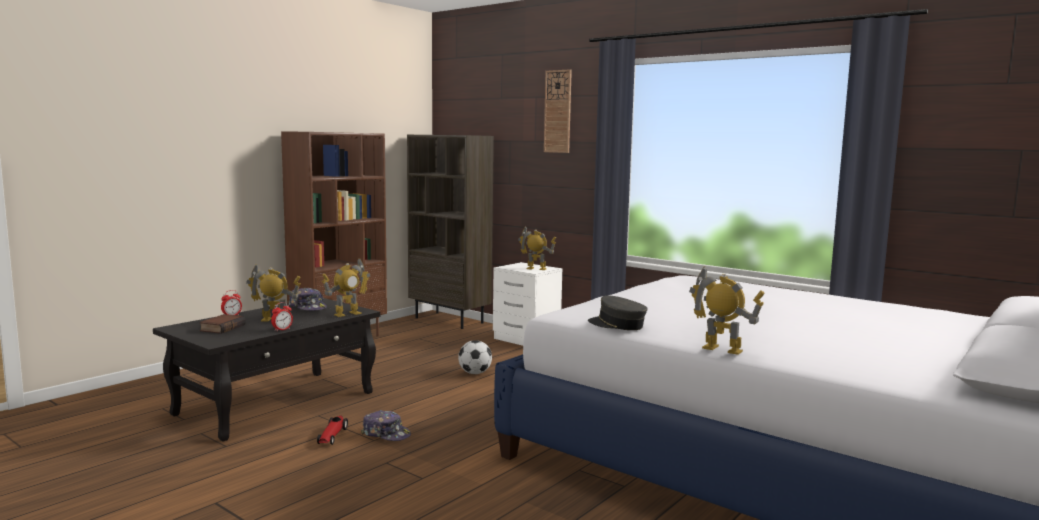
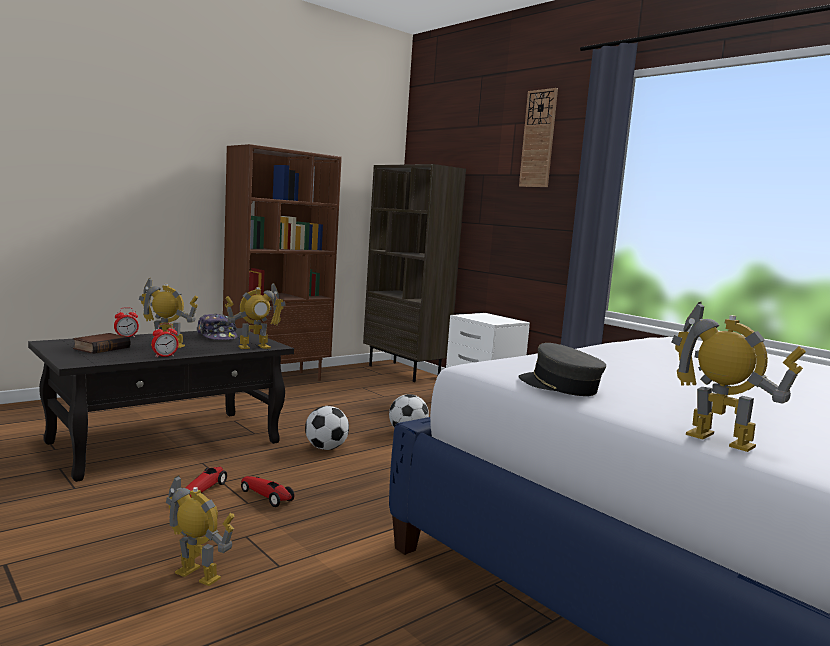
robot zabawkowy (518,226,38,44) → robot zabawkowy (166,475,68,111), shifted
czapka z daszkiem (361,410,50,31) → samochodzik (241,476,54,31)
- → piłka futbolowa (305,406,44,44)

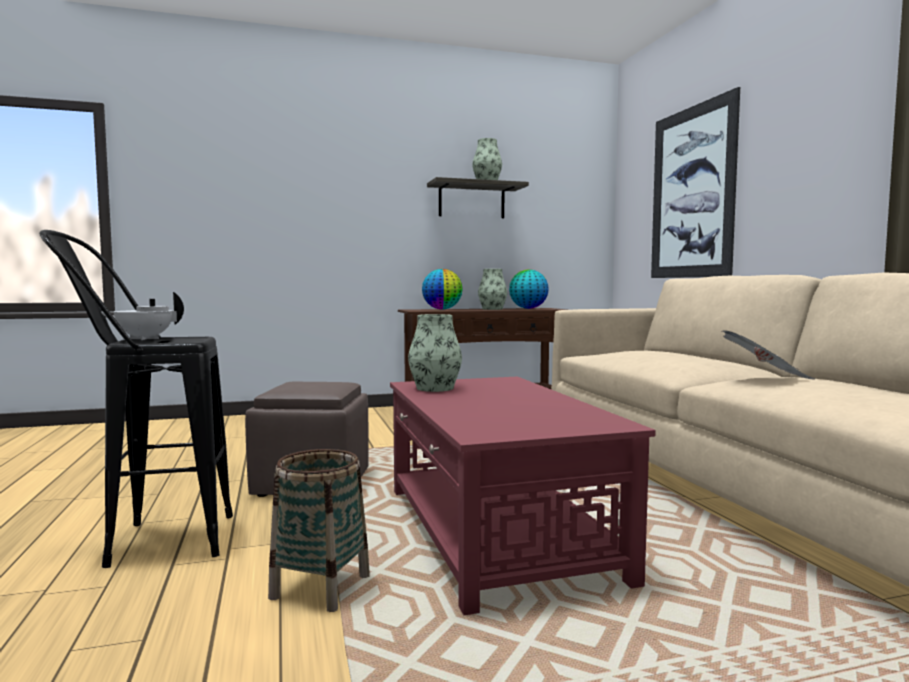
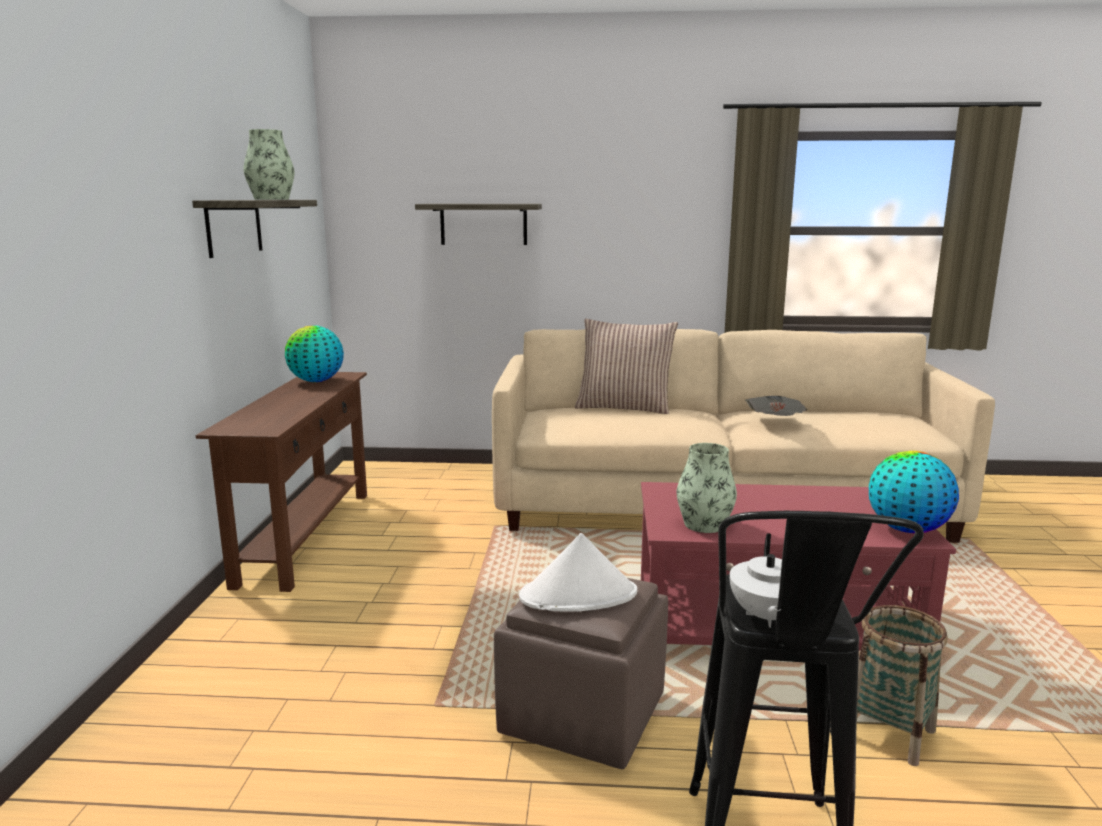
obraz (651,87,89,191) → półka (415,204,127,41)
- → kapelusz (biały) (519,533,118,79)
- → poduszka (575,319,103,95)
globus (422,269,41,41) → globus (869,451,90,82), shifted
wazon (478,269,29,41) → -

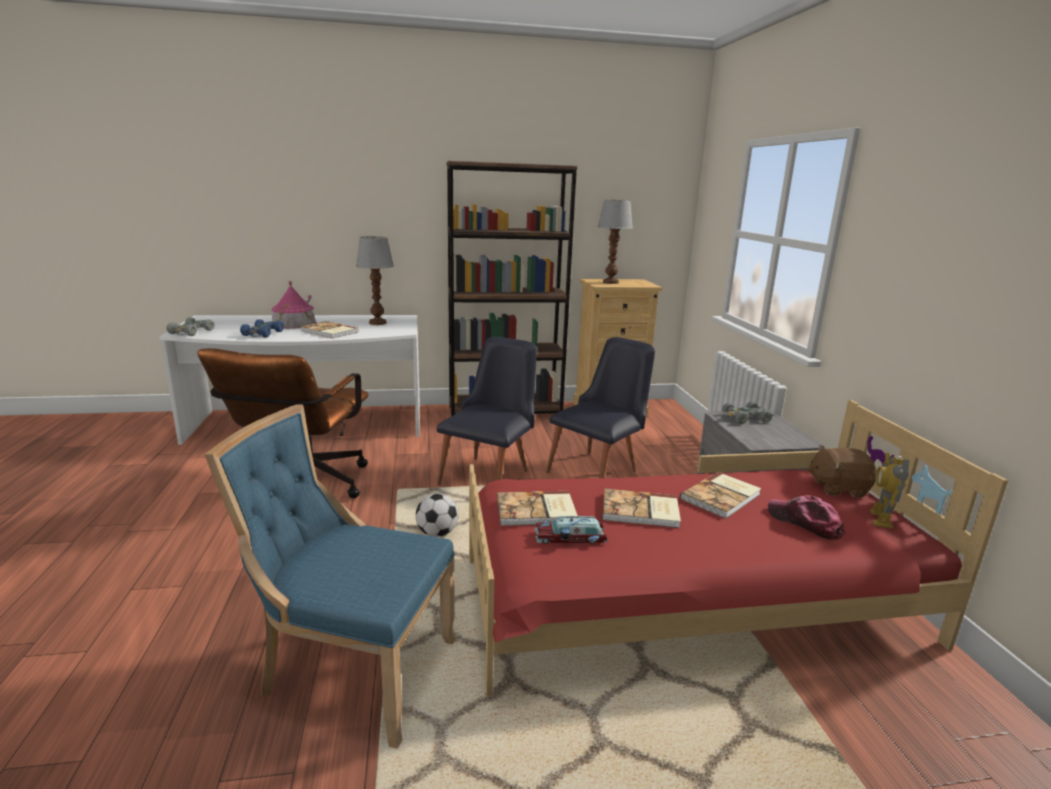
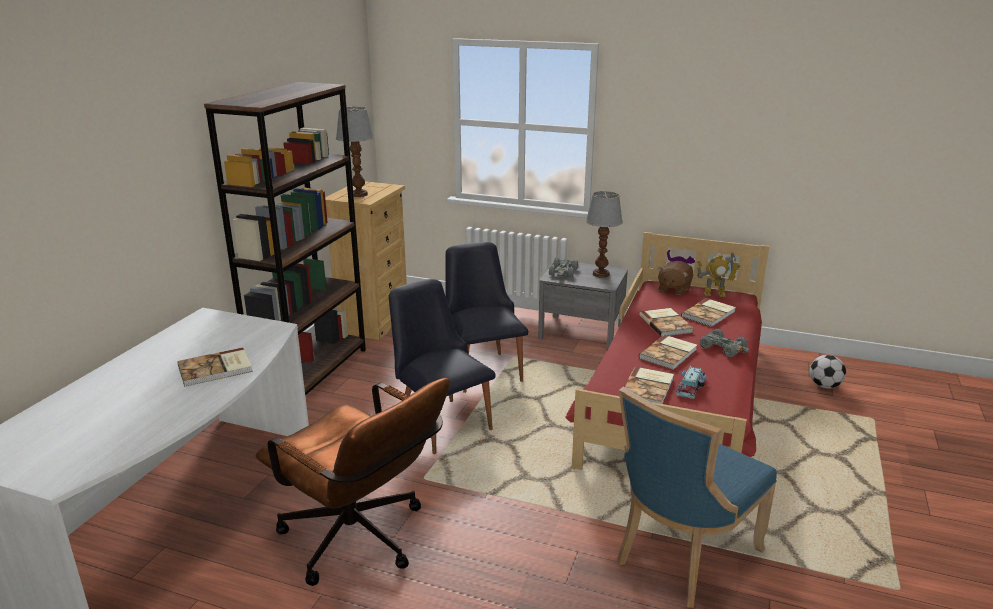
lampa stołowa (356,236,38,89) → lampa stołowa (586,191,37,87), shifted
czapka z daszkiem (768,495,77,46) → książka (681,298,55,29)
robot zabawkowy (870,452,40,77) → robot zabawkowy (696,251,44,46), 45 degrees counterclockwise
samochodzik (szary) (166,317,49,19) → samochodzik (szary) (700,329,49,28), shifted
piłka futbolowa (416,494,43,43) → piłka futbolowa (810,355,36,33), shifted
samochodzik (niebieski) (240,319,44,19) → -
domek (271,281,46,48) → -

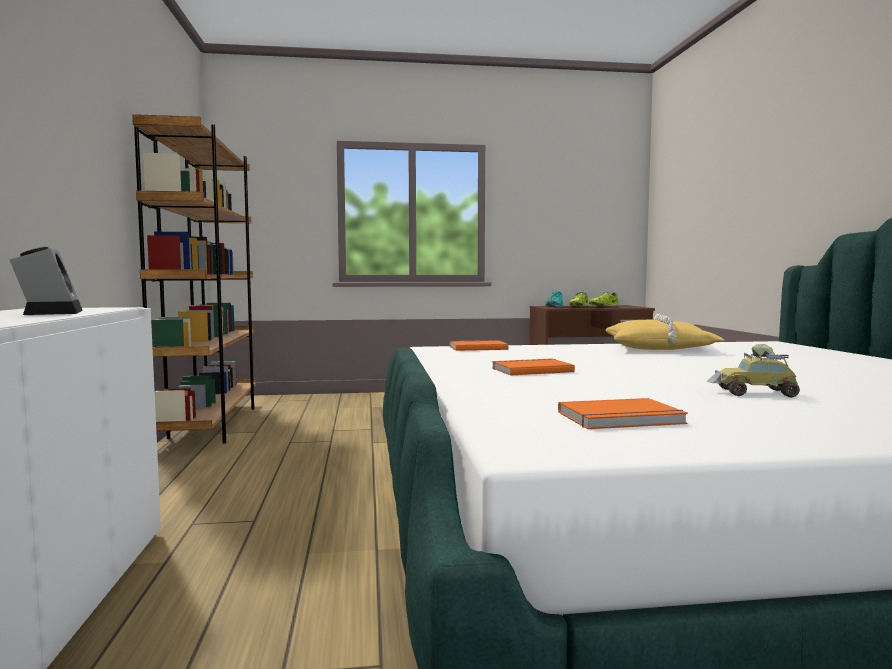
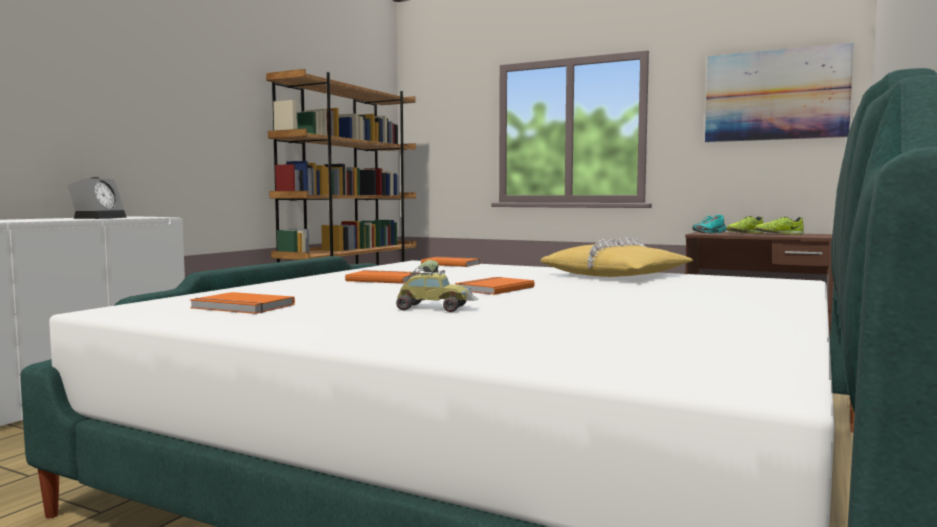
samochodzik (707,344,93,54) → samochodzik (396,260,83,52), 150 degrees clockwise
- → książka (pomarańczowy) (455,277,80,18)
- → obraz (705,43,149,99)

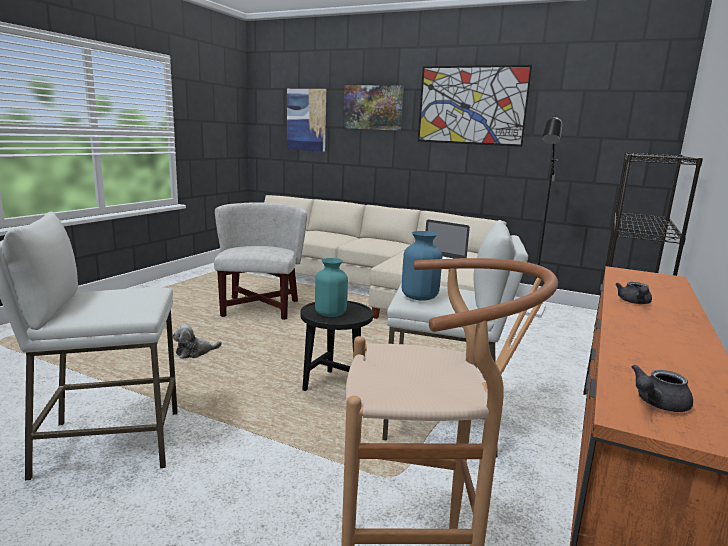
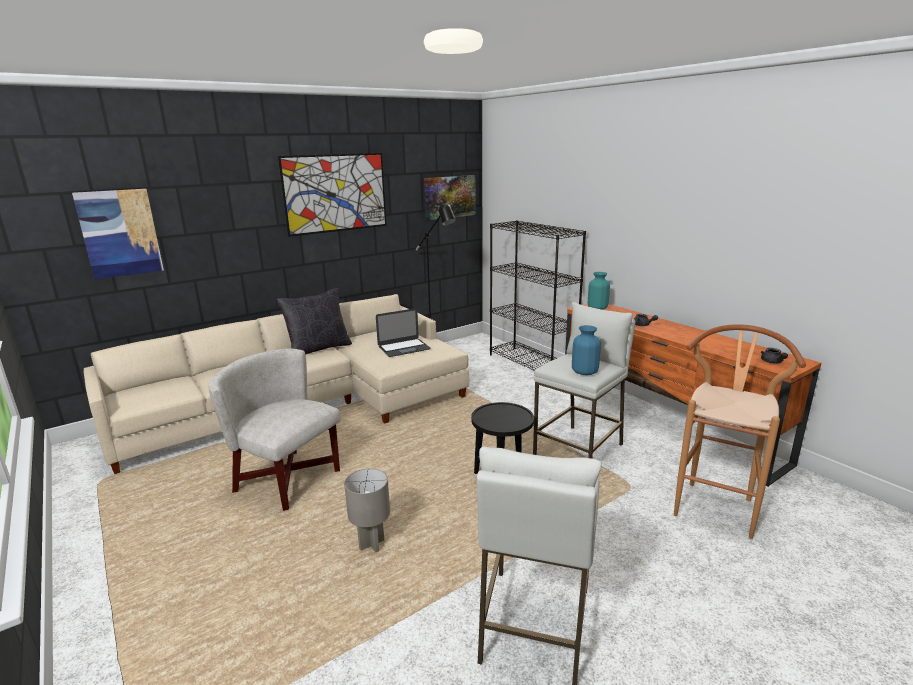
- → poduszka (czarny) (277,288,75,67)
pluszak (173,324,49,35) → lampa stołowa (szary) (344,469,46,84)
obraz (343,85,61,46) → obraz (424,175,52,45), shifted
wazon (turkusowy) (315,258,33,59) → wazon (turkusowy) (588,272,22,38), shifted

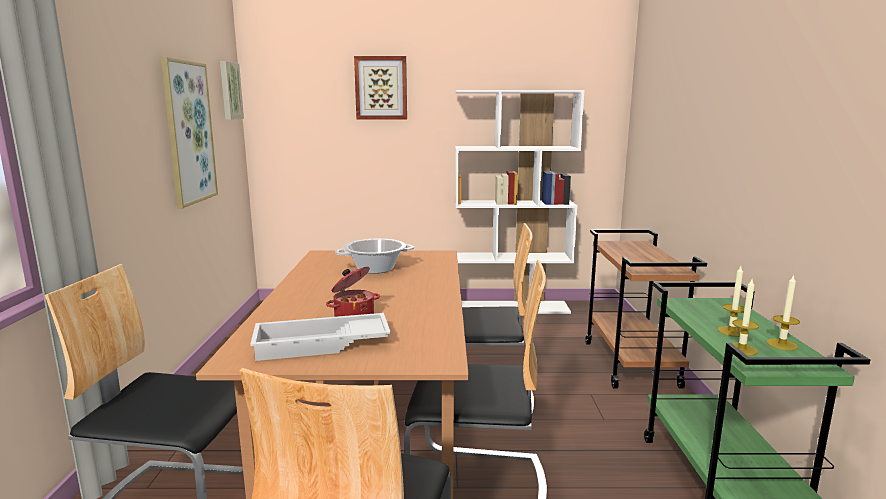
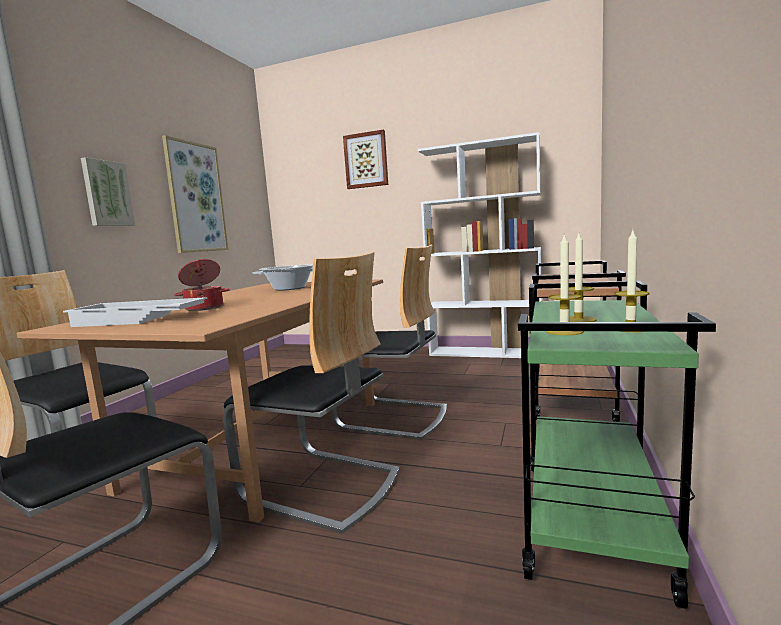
obraz (220,61,24,59) → obraz (81,157,54,69), shifted

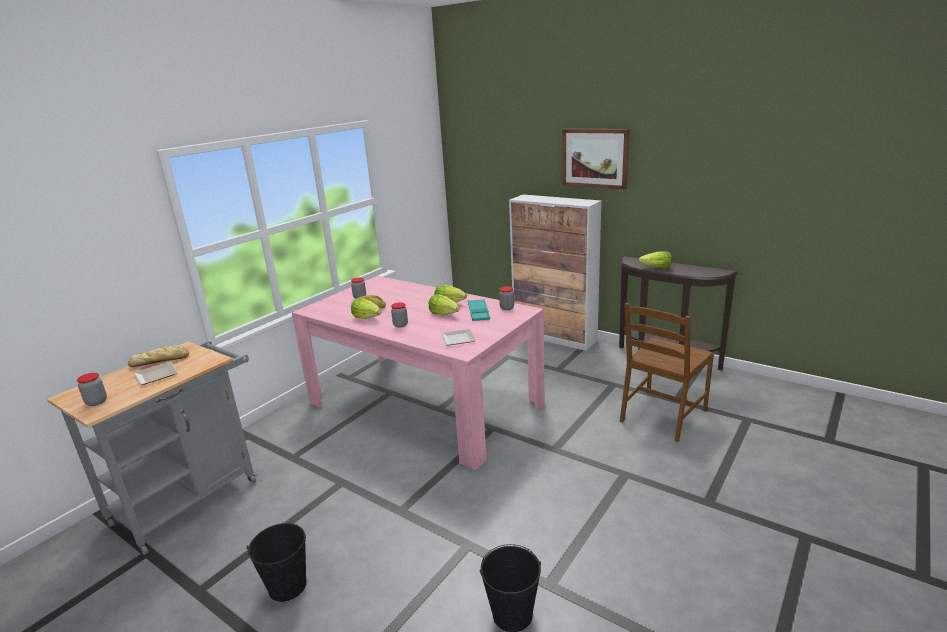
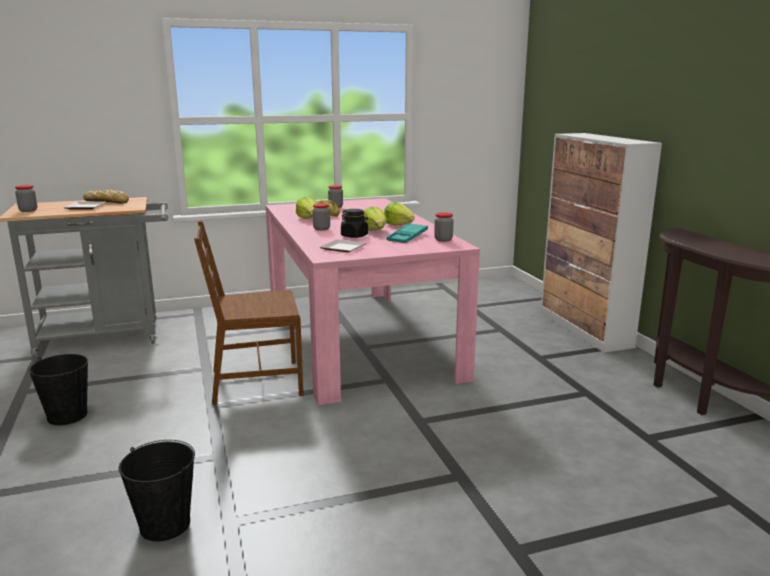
krzesło (brązowy) (620,303,94,139) → krzesło (brązowy) (194,221,110,183), shifted
- → słoik (czarny) (341,209,27,29)
obraz (562,129,68,60) → -
sałata (639,251,33,18) → -

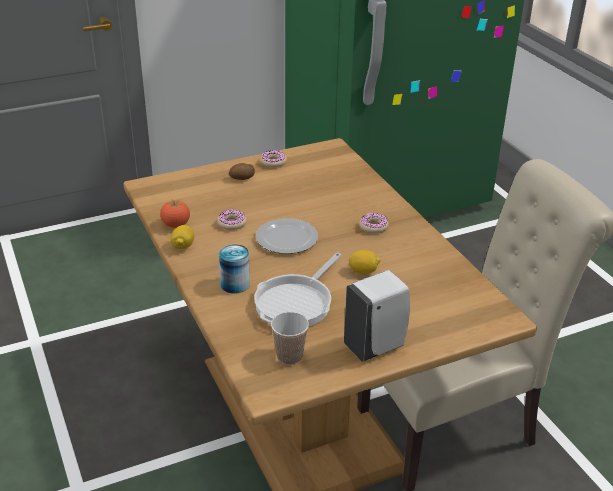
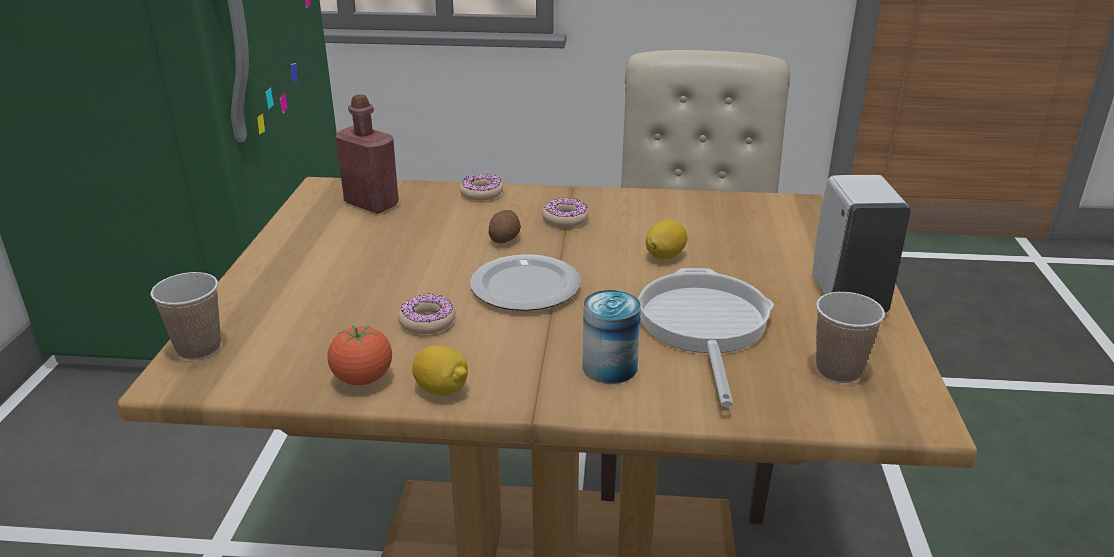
- → filiżanka (151,272,70,88)
- → butelka (czerwony) (335,94,64,119)
donut (261,150,26,18) → donut (459,174,44,27), shifted
ziemniak (229,163,26,17) → ziemniak (489,210,32,33), shifted
patelnia (254,252,87,75) → patelnia (637,268,137,139), 150 degrees counterclockwise

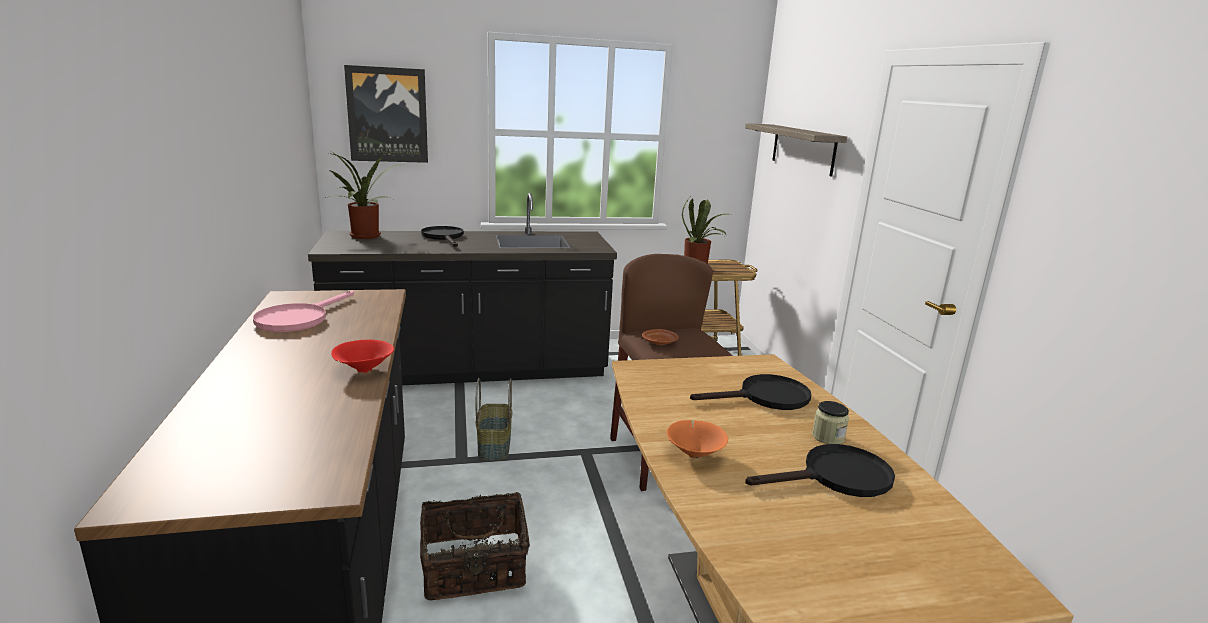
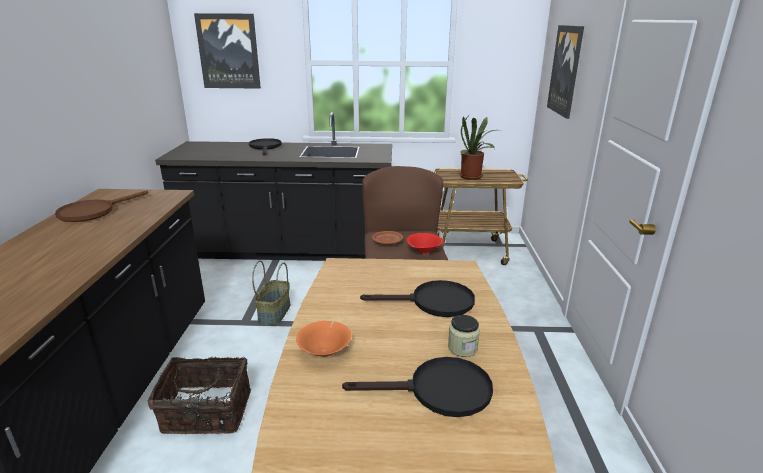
patelnia (różowy) (253,290,101,42) → patelnia (brązowy) (55,190,93,32)
miska (czerwony) (331,339,63,34) → miska (czerwony) (407,233,36,21), shifted
półka (745,123,102,54) → obraz (547,25,37,94)
roślina doniczkowa (325,152,76,87) → -

